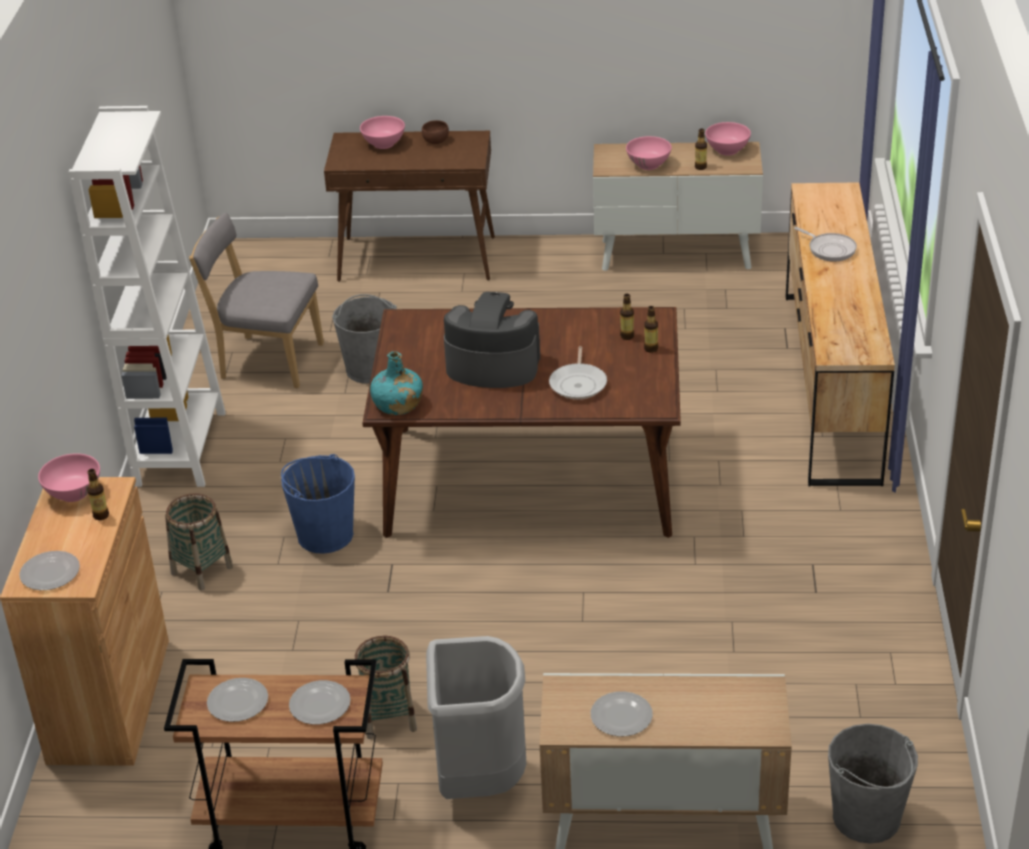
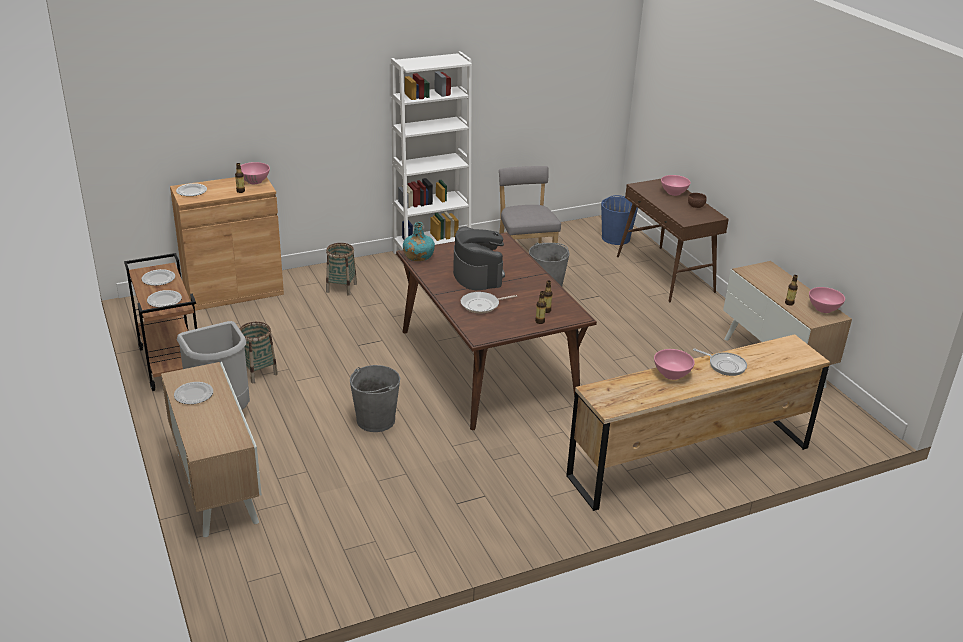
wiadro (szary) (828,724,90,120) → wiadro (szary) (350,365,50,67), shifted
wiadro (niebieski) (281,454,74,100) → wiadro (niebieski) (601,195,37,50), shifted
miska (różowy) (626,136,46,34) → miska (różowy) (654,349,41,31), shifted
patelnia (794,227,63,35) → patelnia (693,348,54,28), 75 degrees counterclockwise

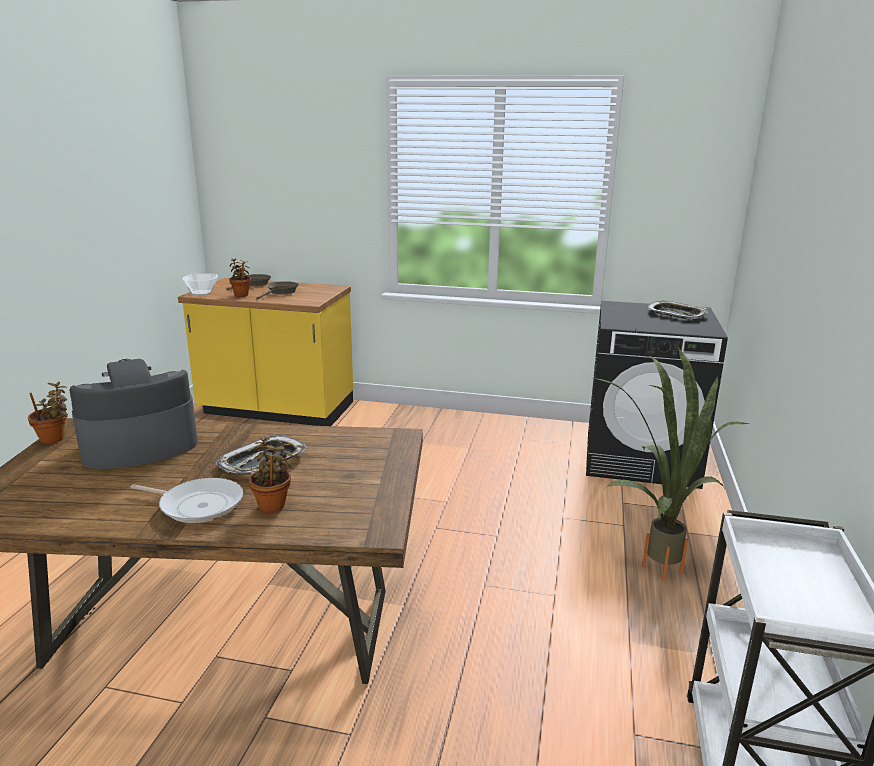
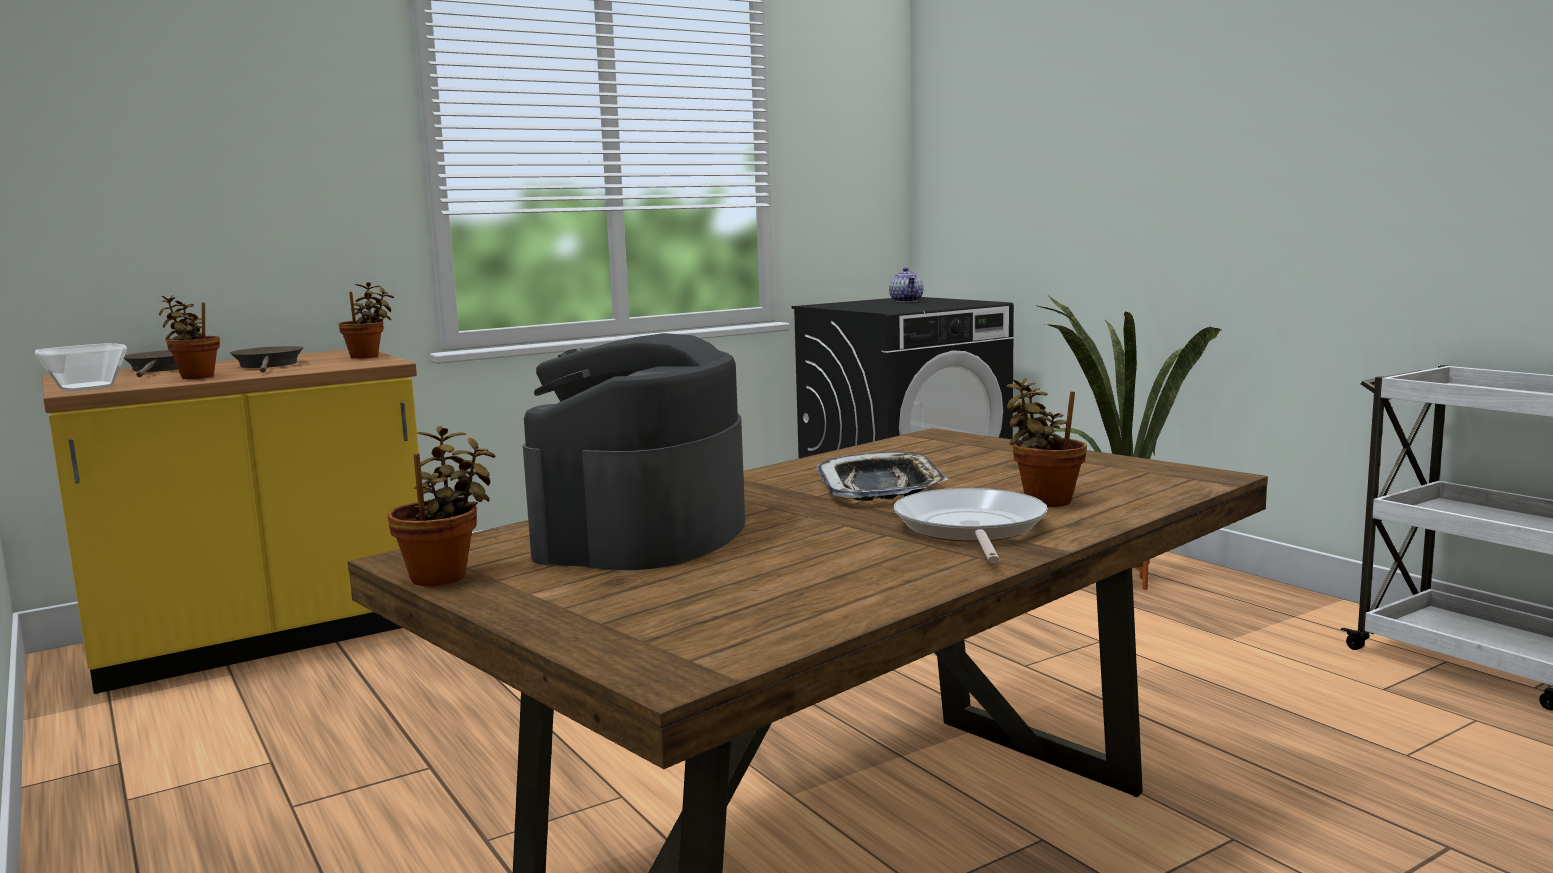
- → roślina doniczkowa (339,282,55,77)
taca (648,301,60,18) → imbryk (889,267,35,35)
patelnia (131,478,112,45) → patelnia (894,488,154,75), 60 degrees counterclockwise

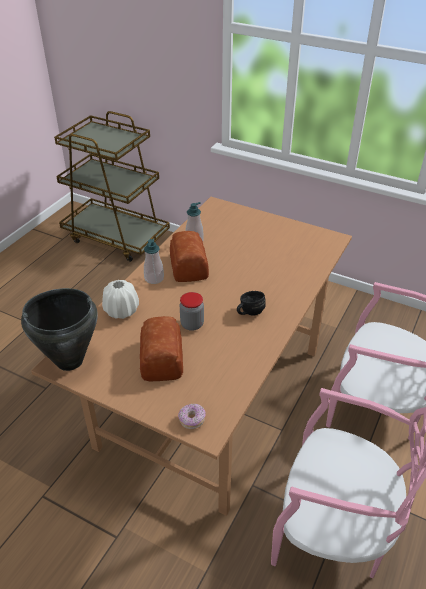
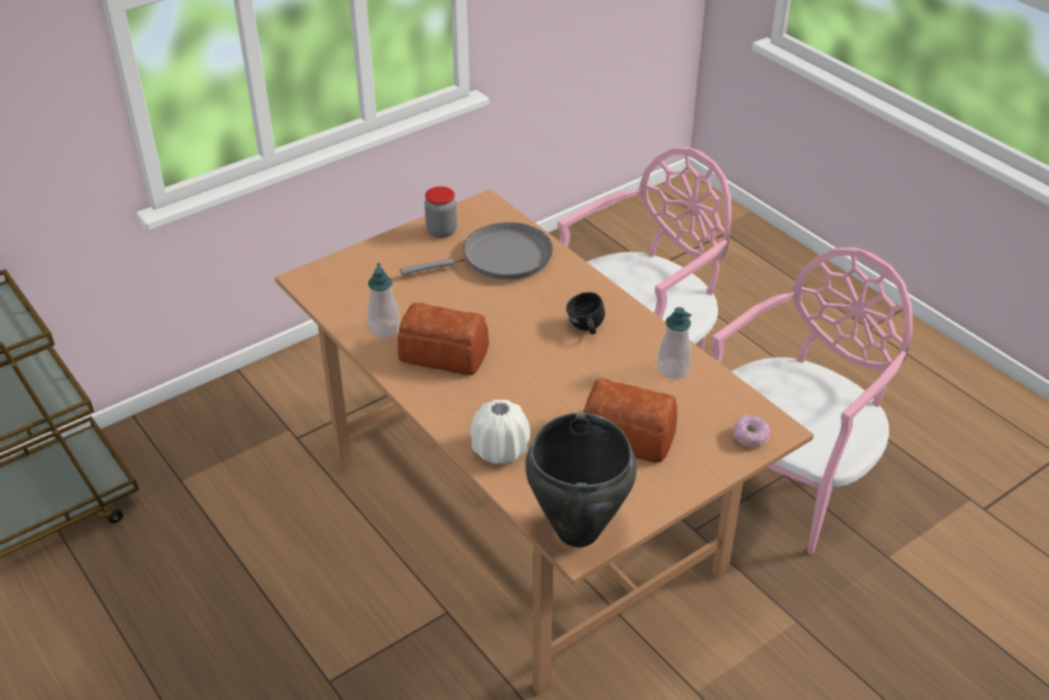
- → patelnia (szary) (400,222,153,58)
słoik (180,292,24,39) → słoik (425,186,32,52), shifted
dozownik mydła (144,239,20,45) → dozownik mydła (658,307,33,72), shifted

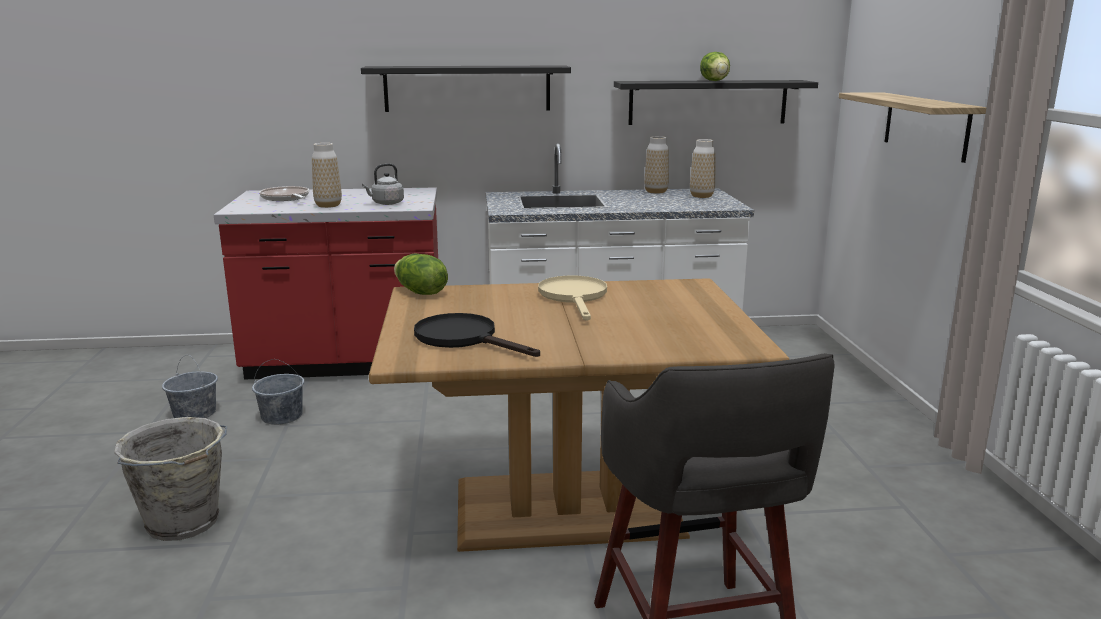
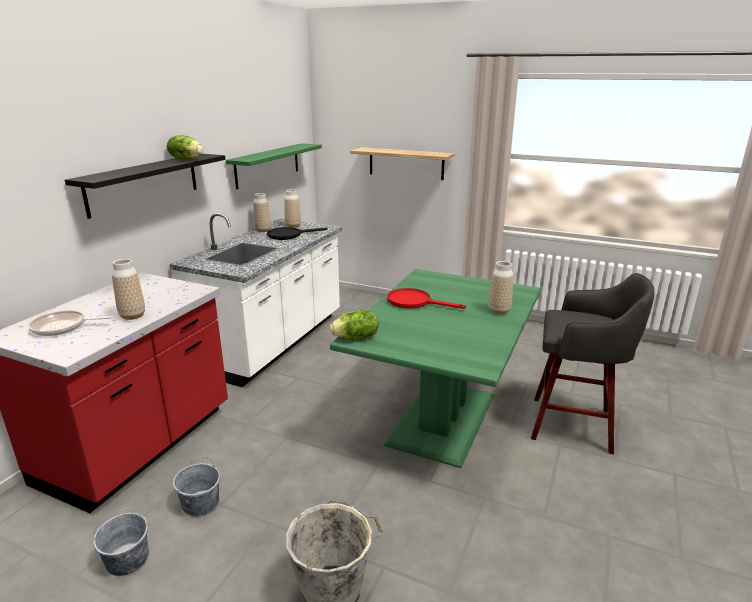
sałata (700,52,30,29) → sałata (167,135,36,24), shifted
półka (czarny) (614,80,204,45) → półka (zielony) (226,143,96,46)
patelnia (czarny) (414,313,126,44) → patelnia (czarny) (267,227,61,13), shifted
stół jadalny (brązowy) (369,278,421,274) → stół jadalny (zielony) (330,269,211,199)
patelnia (beżowy) (538,276,69,45) → patelnia (czerwony) (387,288,79,21)
- → wazon (488,261,25,54)
czajnik (szary) (362,163,42,42) → -

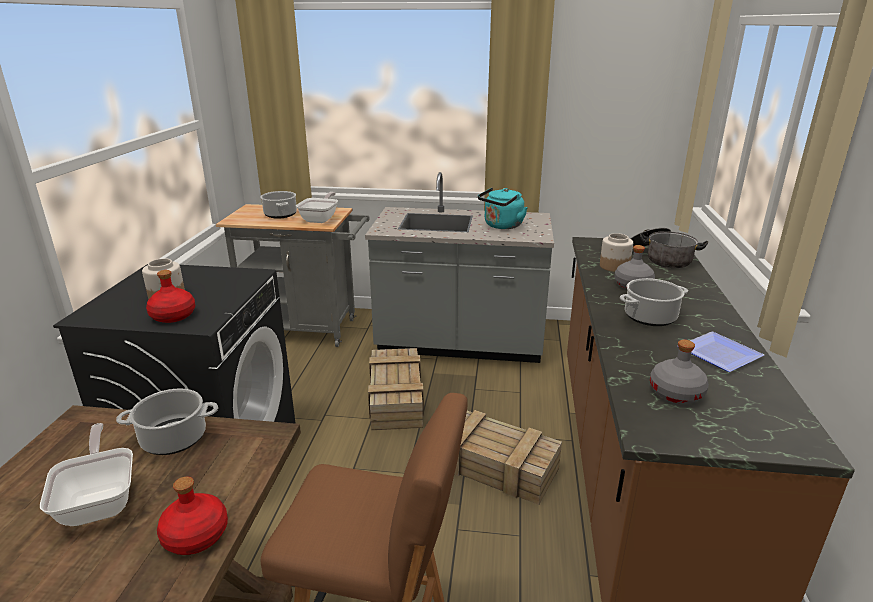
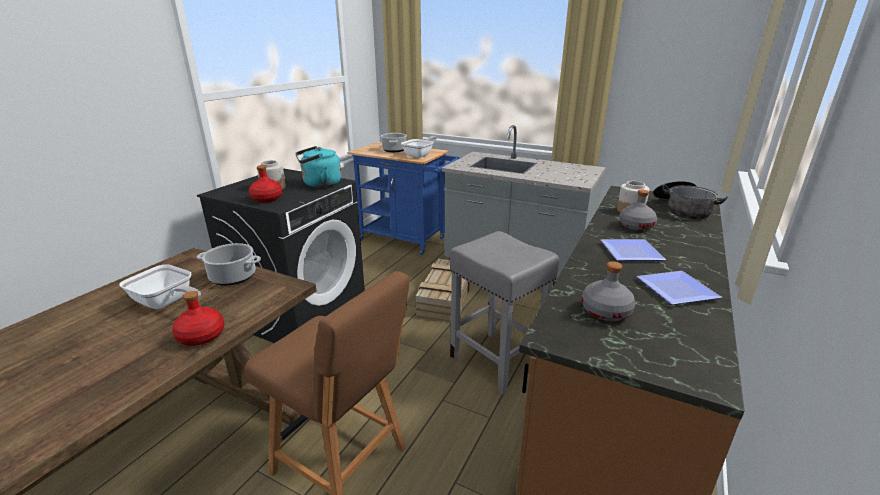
patelnia (40,423,93,103) → patelnia (119,264,82,45), 120 degrees clockwise
czajnik (turkusowy) (478,187,50,42) → czajnik (turkusowy) (295,146,46,42), shifted
wózek (szary) (216,204,154,143) → wózek (niebieski) (347,142,113,113)
skrzynka (455,410,107,95) → stołek (szary) (450,231,109,164)
garnek (620,278,68,48) → talerz (601,239,65,22)

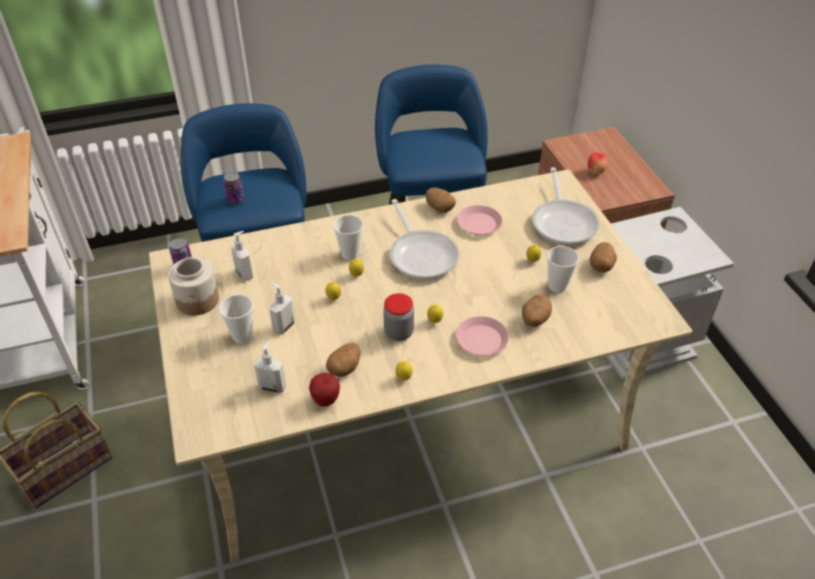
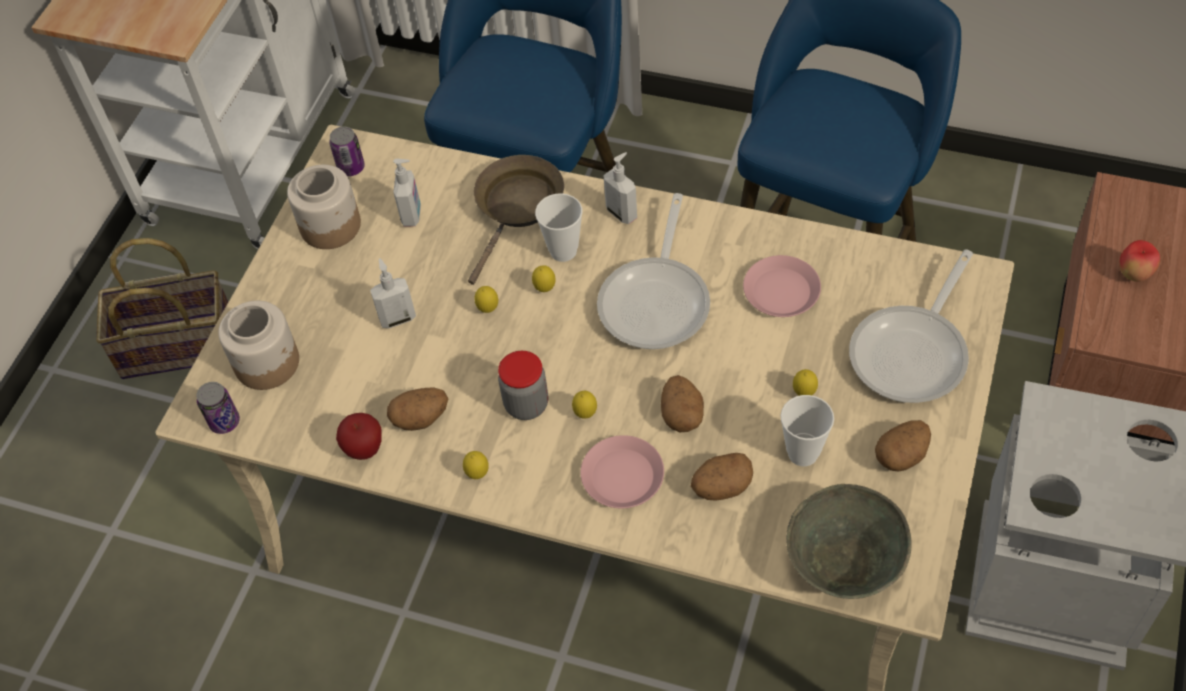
puszka (224,172,20,32) → puszka (196,382,44,52), shifted
- → słoik (218,301,81,89)
- → patelnia (brązowy) (468,155,96,130)
dozownik mydła (254,341,32,52) → dozownik mydła (603,152,34,72), shifted
ziemniak (426,188,30,25) → ziemniak (661,375,43,57), shifted
- → miska (szary) (786,484,126,115)
filiżanka (219,295,34,48) → -

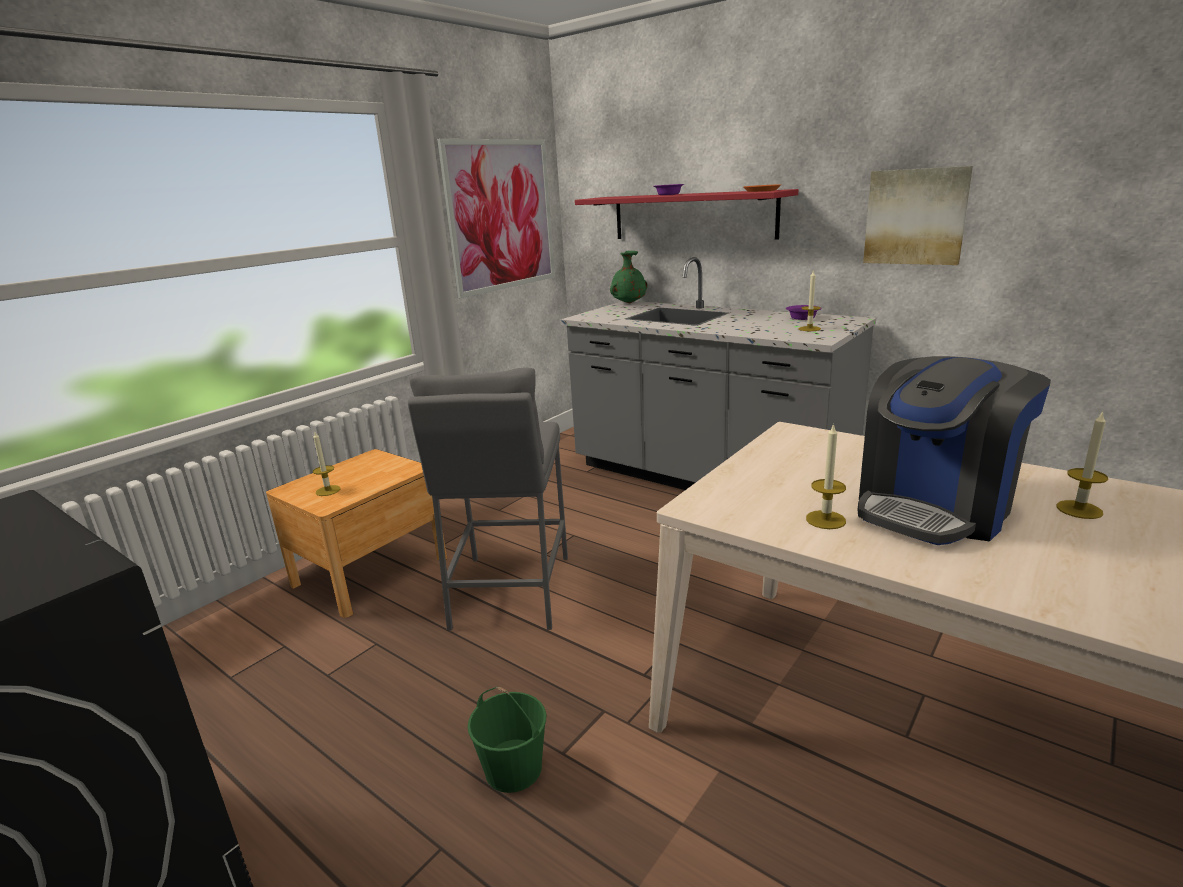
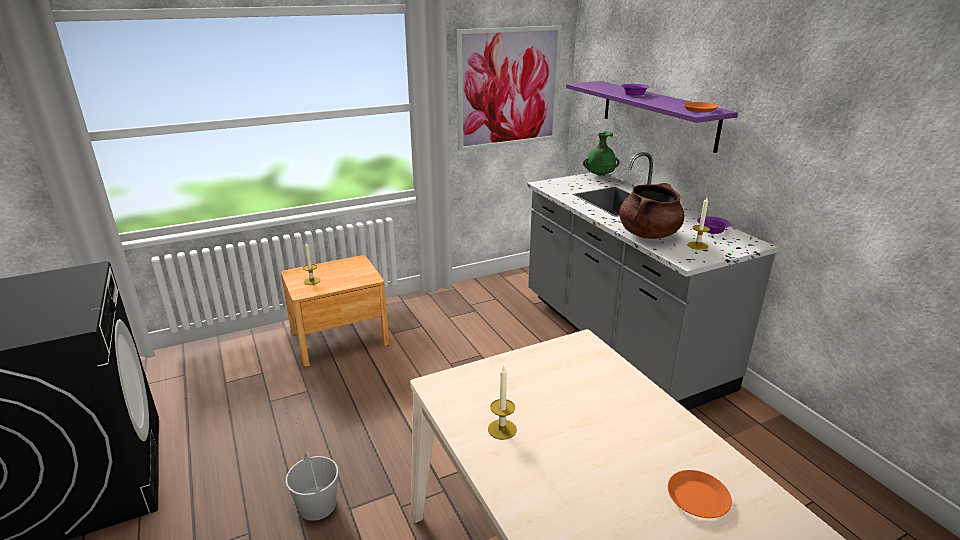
wiadro (zielony) (468,687,78,106) → wiadro (biały) (286,452,53,69)
półka (czerwony) (575,189,223,51) → półka (fioletowy) (566,81,172,72)
- → garnek (brązowy) (619,183,65,56)
świeca (1056,411,52,108) → talerz (pomarańczowy) (668,470,64,48)
stołek (szary) (408,368,160,263) → -
ekspres do kawy (857,356,194,189) → -
obraz (863,166,110,99) → -

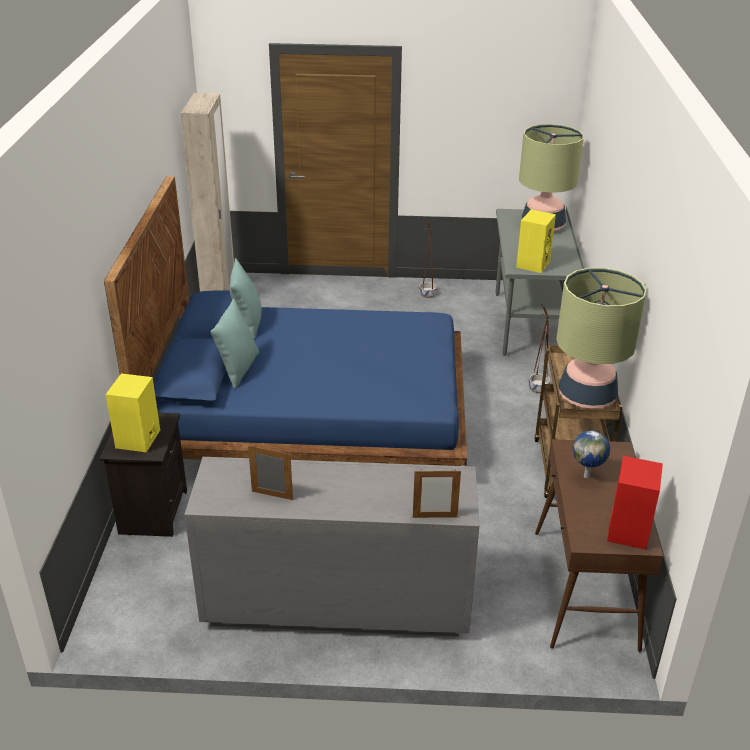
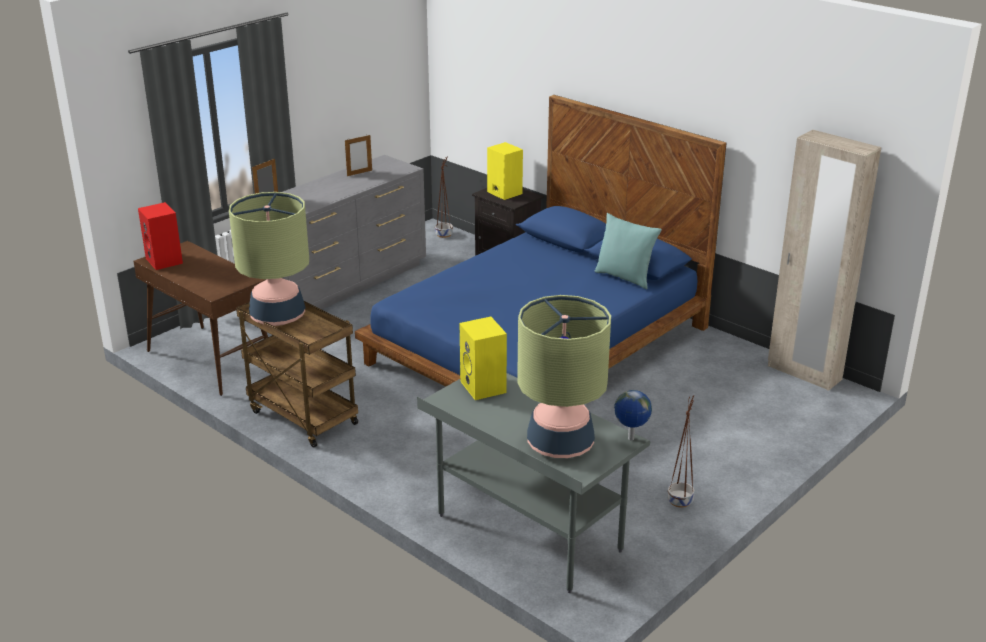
donica (brązowy) (528,304,22,89) → donica (brązowy) (435,156,18,82), shifted
globus (573,431,37,47) → globus (614,390,38,50), shifted
poduszka (turkusowy) (210,299,49,90) → -

